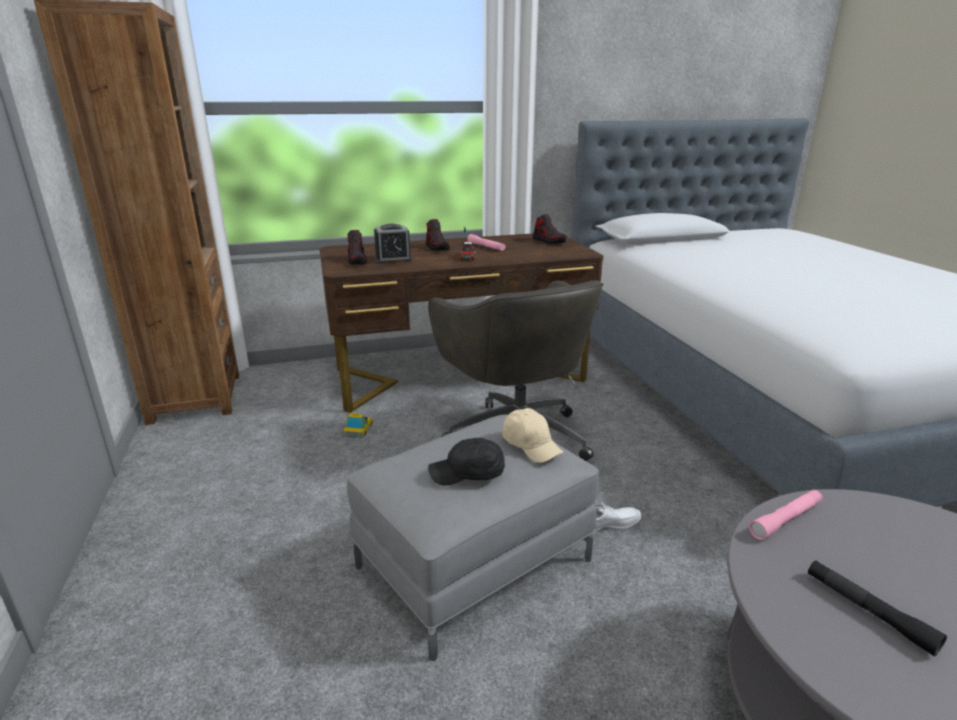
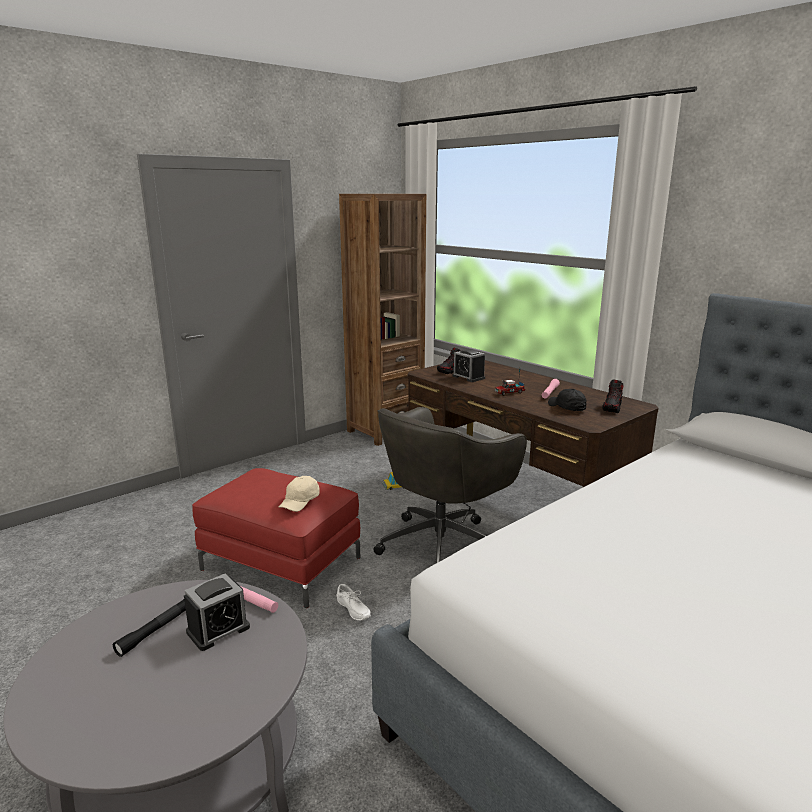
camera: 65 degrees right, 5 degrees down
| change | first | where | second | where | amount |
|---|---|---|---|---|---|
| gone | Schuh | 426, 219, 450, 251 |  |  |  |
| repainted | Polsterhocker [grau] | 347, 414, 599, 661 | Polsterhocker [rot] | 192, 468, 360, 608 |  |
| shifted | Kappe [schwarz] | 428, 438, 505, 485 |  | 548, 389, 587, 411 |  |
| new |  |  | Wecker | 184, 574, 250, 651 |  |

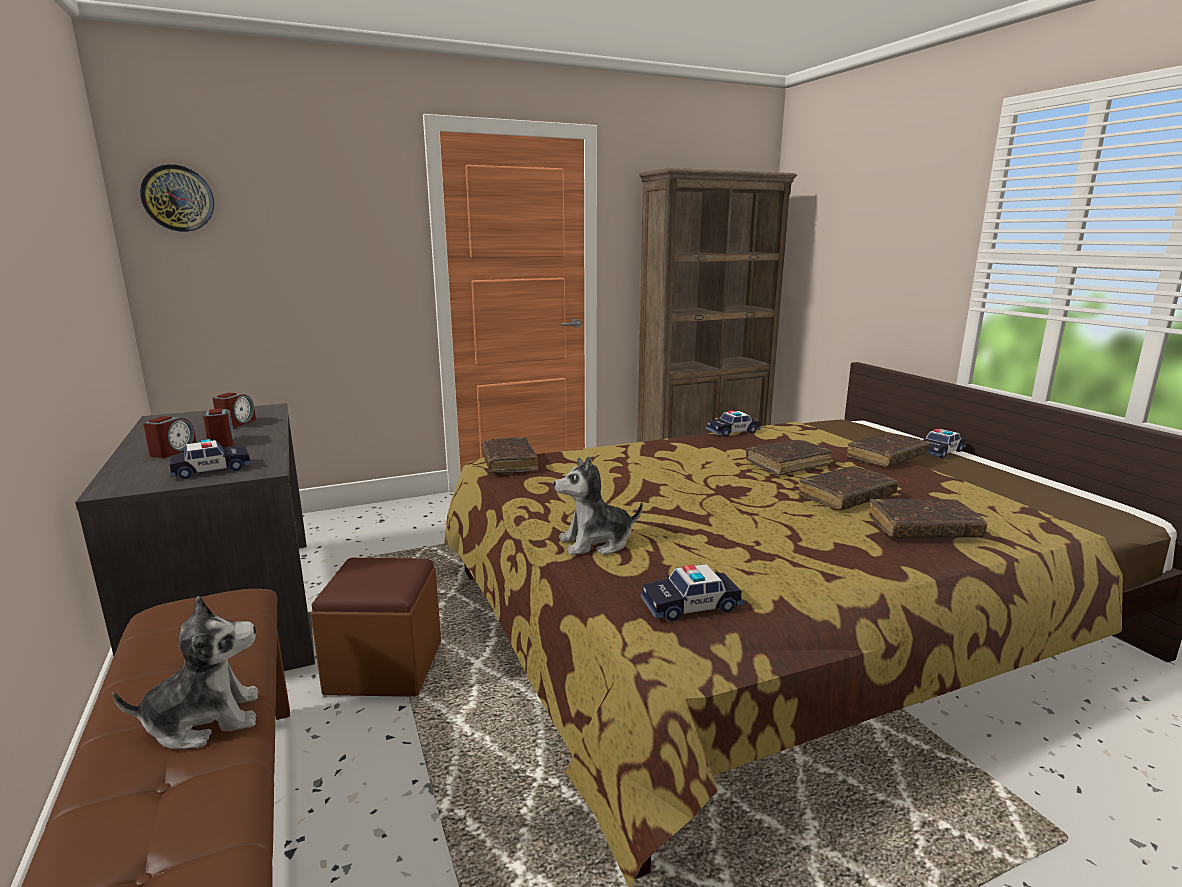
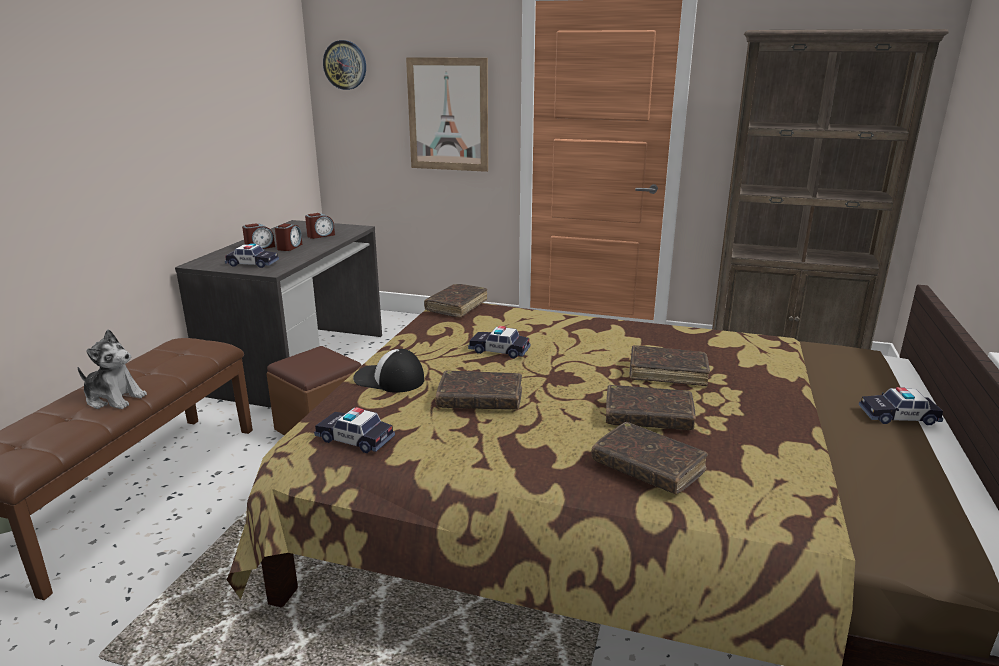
camera: 40 degrees right, 5 degrees up
| change | first | where | second | where | amount |
|---|---|---|---|---|---|
| shifted | Spielzeugauto | 706, 410, 761, 437 |  | 468, 326, 530, 358 |  |
| shifted | Buch [braun] | 847, 432, 929, 467 |  | 436, 371, 522, 410 |  |
| swapped | Plüschtier | 554, 456, 643, 555 | Kappe | 353, 349, 424, 393 |  |
| new |  |  | Bild | 406, 57, 488, 172 |  |

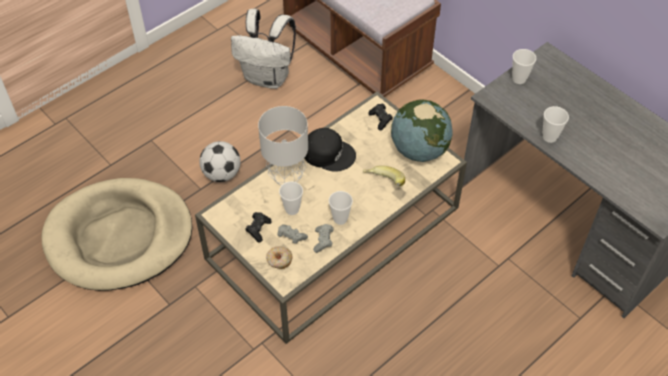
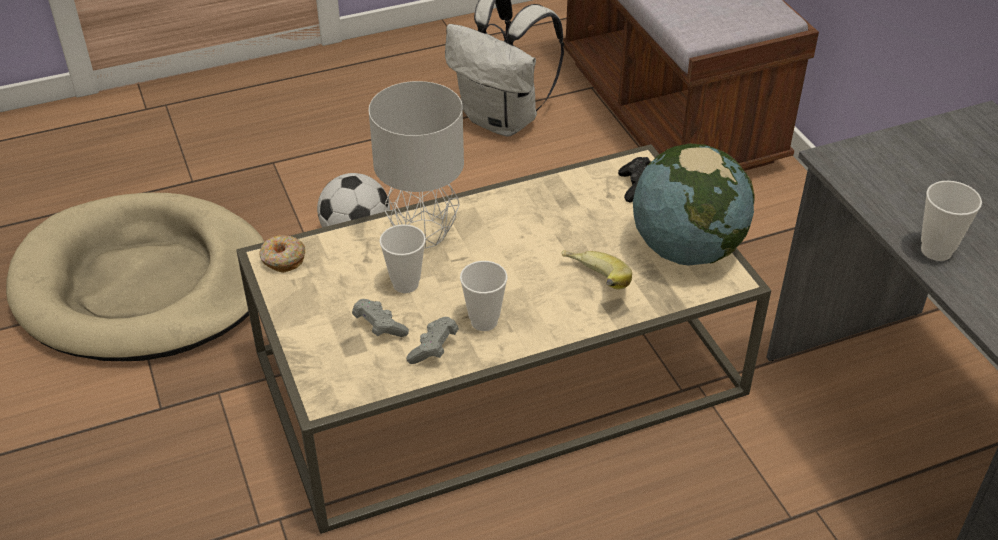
camera: 20 degrees right, 10 degrees down
| change | first | where | second | where | amount |
|---|---|---|---|---|---|
| gone | Tasse | 512, 49, 536, 84 |  |  |  |
| gone | Kappe [schwarz] | 305, 128, 356, 172 |  |  |  |
| gone | Gamepad [schwarz] | 245, 212, 272, 243 |  |  |  |
| shifted | Donut | 266, 247, 293, 269 |  | 259, 235, 305, 273 |  |

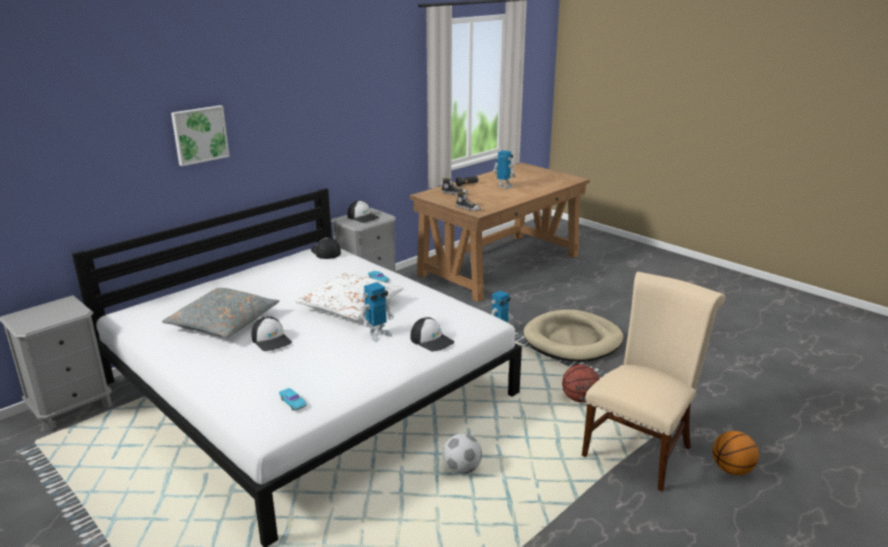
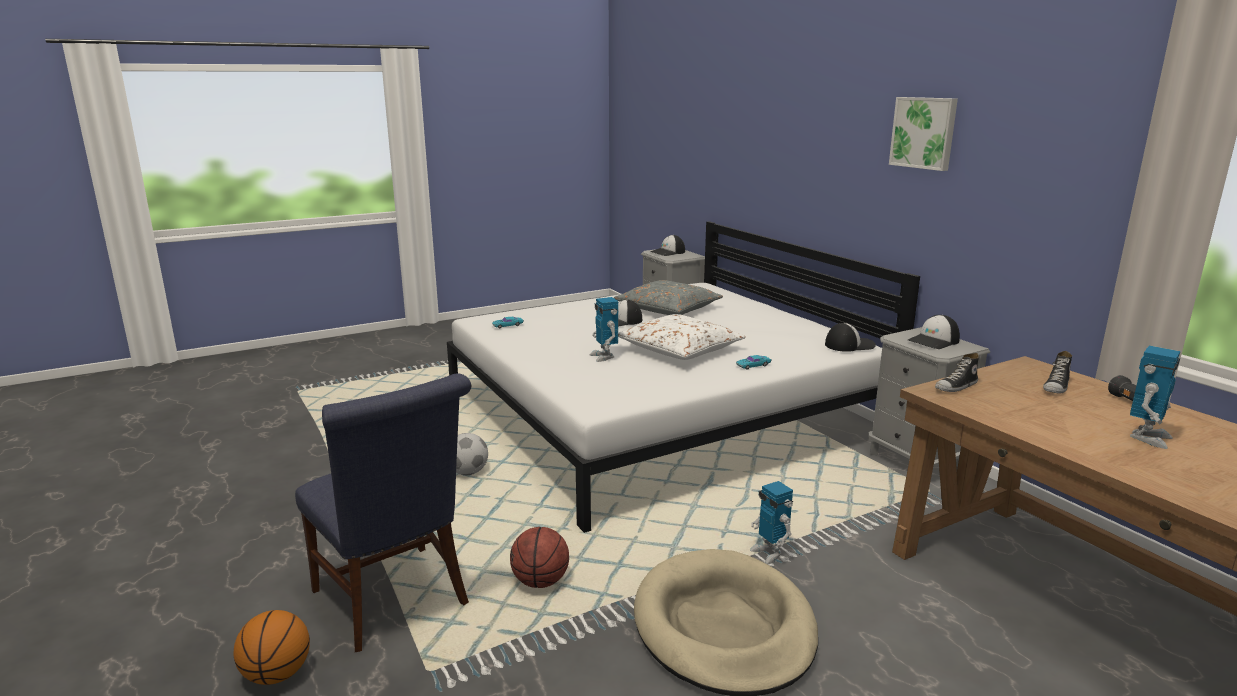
camera: 105 degrees right, 5 degrees down
| change | first | where | second | where | amount |
|---|---|---|---|---|---|
| shifted | Bild | 171, 105, 230, 166 |  | 889, 97, 958, 171 |  |
| repainted | Stuhl [beige] | 582, 272, 726, 491 | Stuhl [blau] | 295, 373, 471, 652 |  |
| shifted | Kappe | 411, 317, 454, 352 |  | 650, 235, 685, 256 |  |

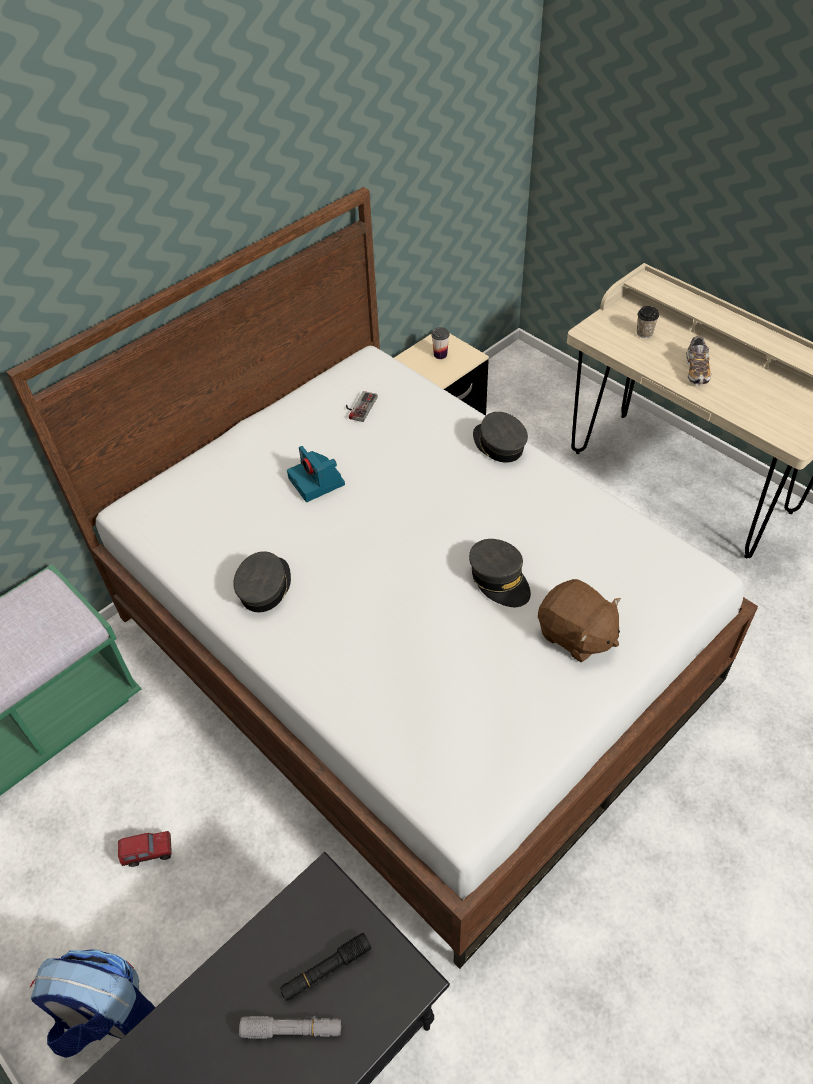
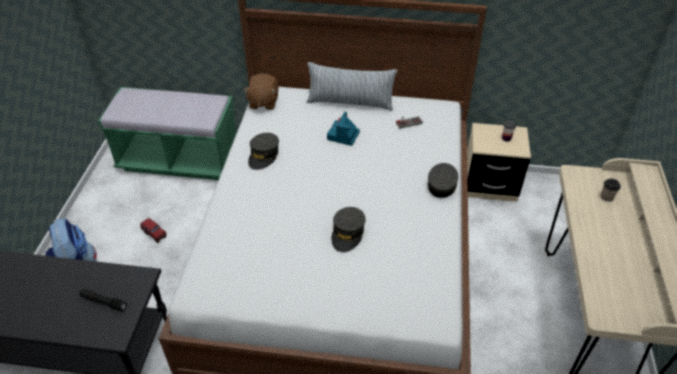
camera: 50 degrees right, 5 degrees down
| change | first | where | second | where | amount |
|---|---|---|---|---|---|
| gone | Schuh | 686, 335, 711, 385 |  |  |  |
| rotated | Kappe [grau] | 233, 551, 291, 612 |  | 248, 133, 279, 170 | 135 degrees clockwise |
| shifted | Plüschtier [braun] | 538, 579, 621, 662 |  | 243, 73, 278, 110 |  |
| gone | Taschenlampe [grau] | 239, 1016, 341, 1039 |  |  |  |
| new |  |  | Kissen | 307, 62, 397, 111 |  |

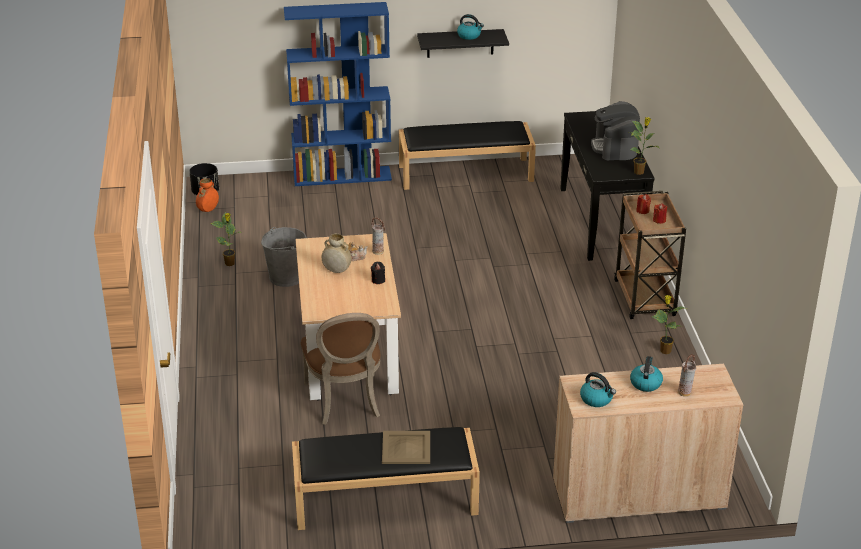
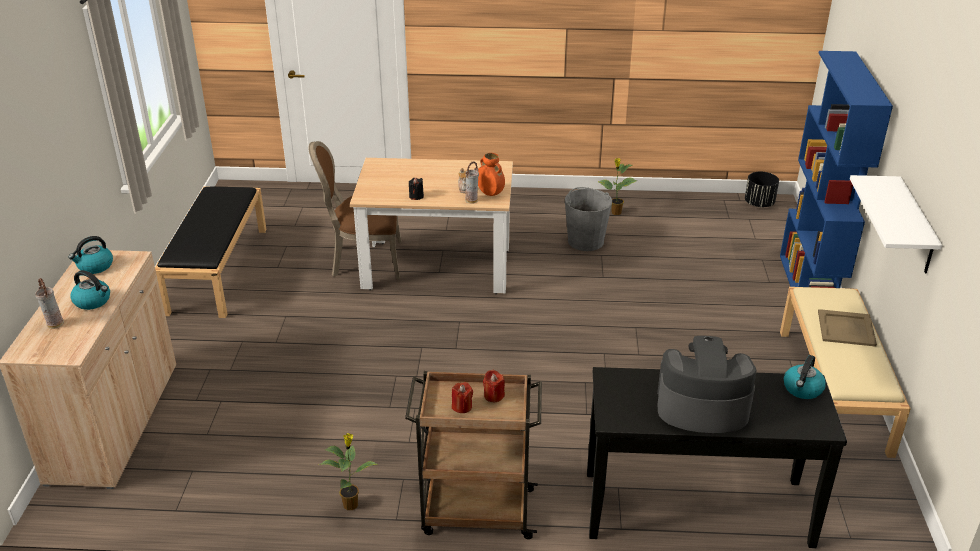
camera: 100 degrees right, 0 degrees up
| change | first | where | second | where | amount |
|---|---|---|---|---|---|
| shifted | Wasserkessel | 457, 14, 484, 40 |  | 784, 355, 826, 399 |  |
| repainted | Wandregal [schwarz] | 417, 29, 509, 58 | Wandregal [weiß] | 850, 175, 942, 273 |  |
| gone | Topfpflanze | 629, 117, 659, 175 |  |  |  |
| repainted | Bank [schwarz] | 399, 121, 536, 190 | Bank [beige] | 780, 287, 911, 458 |  |
| shifted | Vase [orange] | 196, 178, 219, 212 |  | 478, 153, 505, 196 |  |
| gone | Vase [beige] | 322, 234, 351, 273 |  |  |  |
| shifted | Tablett [beige] | 382, 431, 430, 464 |  | 818, 309, 877, 347 |  |

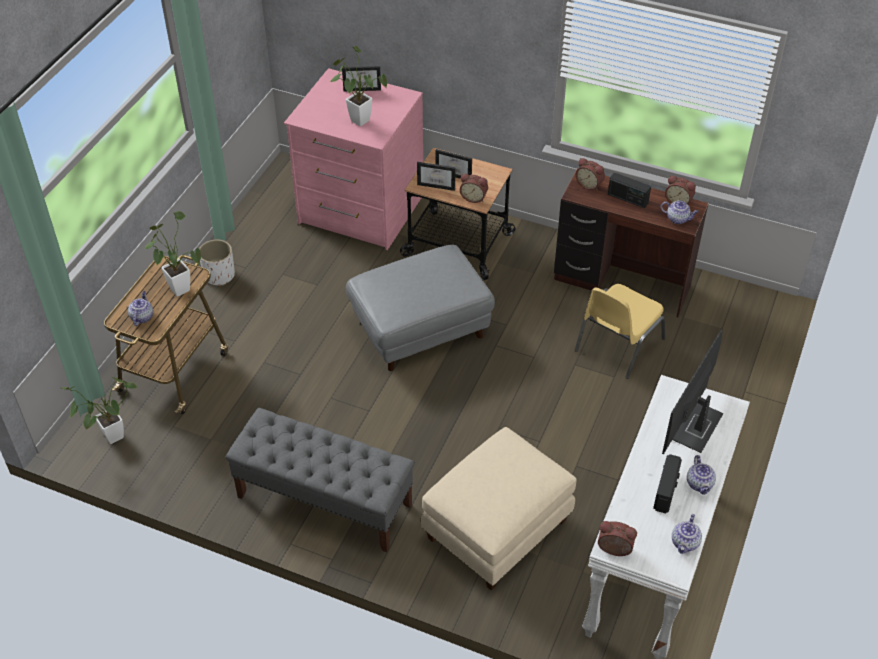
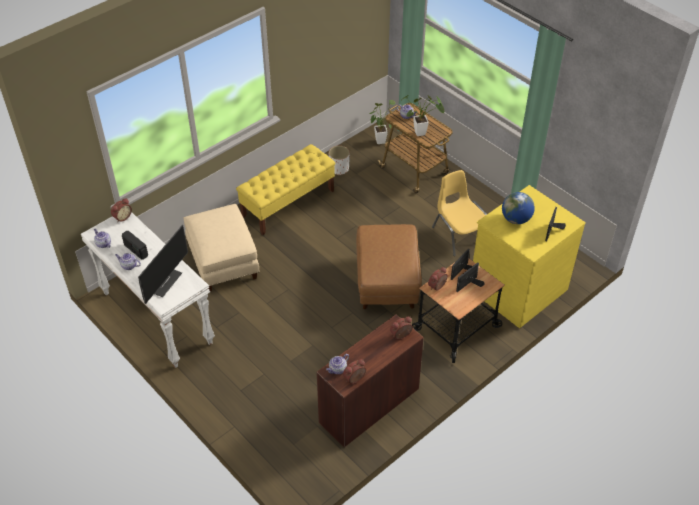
camera: 115 degrees right, 0 degrees up
| change | first | where | second | where | amount |
|---|---|---|---|---|---|
| swapped | Topfpflanze | 330, 46, 387, 126 | Globus | 502, 192, 535, 224 |  |
| repainted | Kommode [rosa] | 284, 68, 423, 250 | Kommode [gelb] | 473, 185, 586, 328 |  |
| gone | Radio | 608, 173, 651, 208 |  |  |  |
| shifted | Pflanzkübel [weiß] | 199, 240, 235, 286 |  | 329, 146, 350, 175 |  |
| repainted | Polsterhocker [grau] | 346, 245, 495, 371 | Polsterhocker [braun] | 356, 224, 422, 309 |  |
| shifted | Stuhl [gelb] | 575, 284, 665, 379 |  | 432, 170, 487, 256 |  |
| rotated | Monitor | 662, 329, 724, 455 |  | 138, 225, 188, 304 | 60 degrees clockwise |
| repainted | Bank [grau] | 226, 408, 415, 552 | Bank [gelb] | 236, 144, 336, 235 |  |

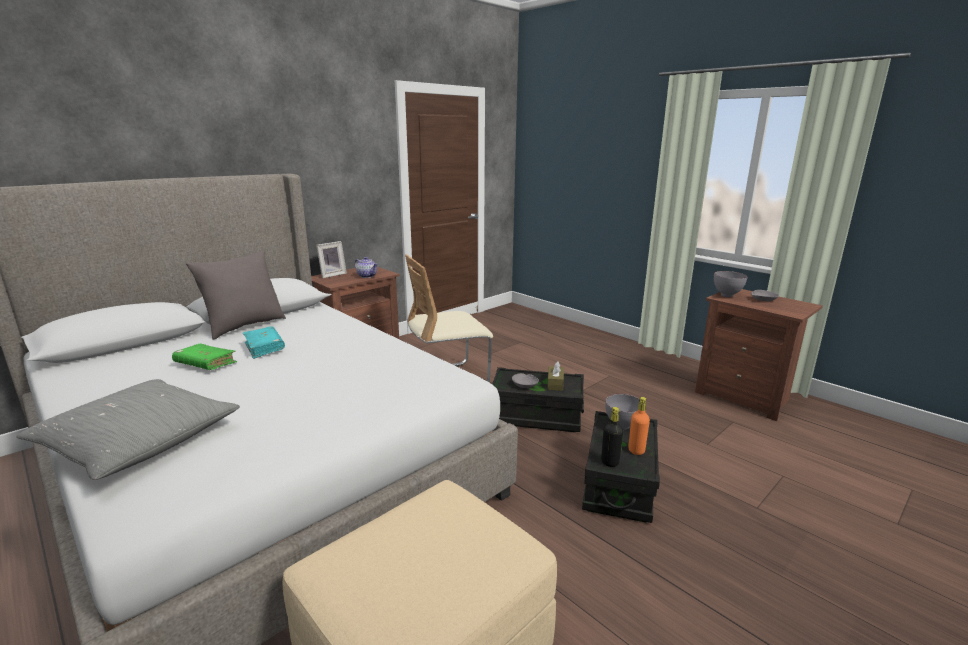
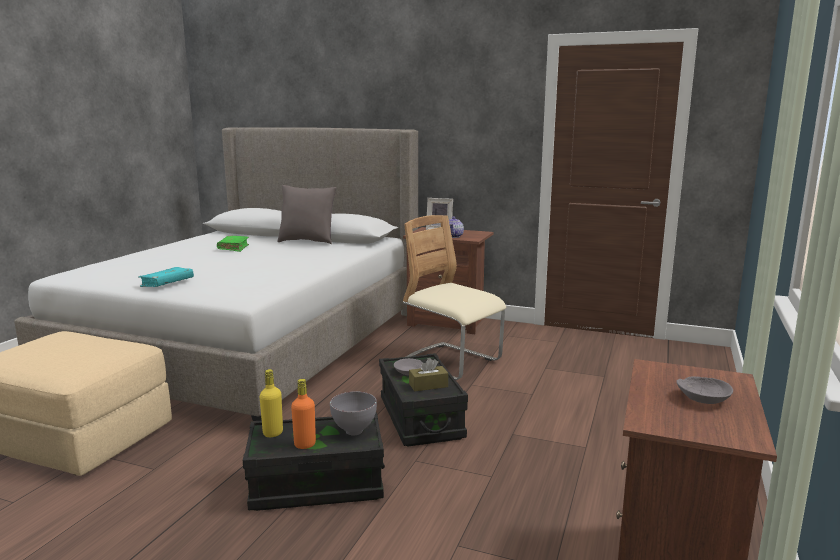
camera: 65 degrees right, 5 degrees down
| change | first | where | second | where | amount |
|---|---|---|---|---|---|
| gone | Schüssel [grau] | 714, 271, 747, 297 |  |  |  |
| shifted | Buch [türkis] | 243, 326, 285, 359 |  | 138, 267, 194, 287 |  |
| gone | Kissen [grau] | 16, 379, 240, 480 |  |  |  |
| repainted | Flasche [schwarz] | 601, 407, 623, 467 | Flasche [gelb] | 260, 369, 283, 437 |  |

